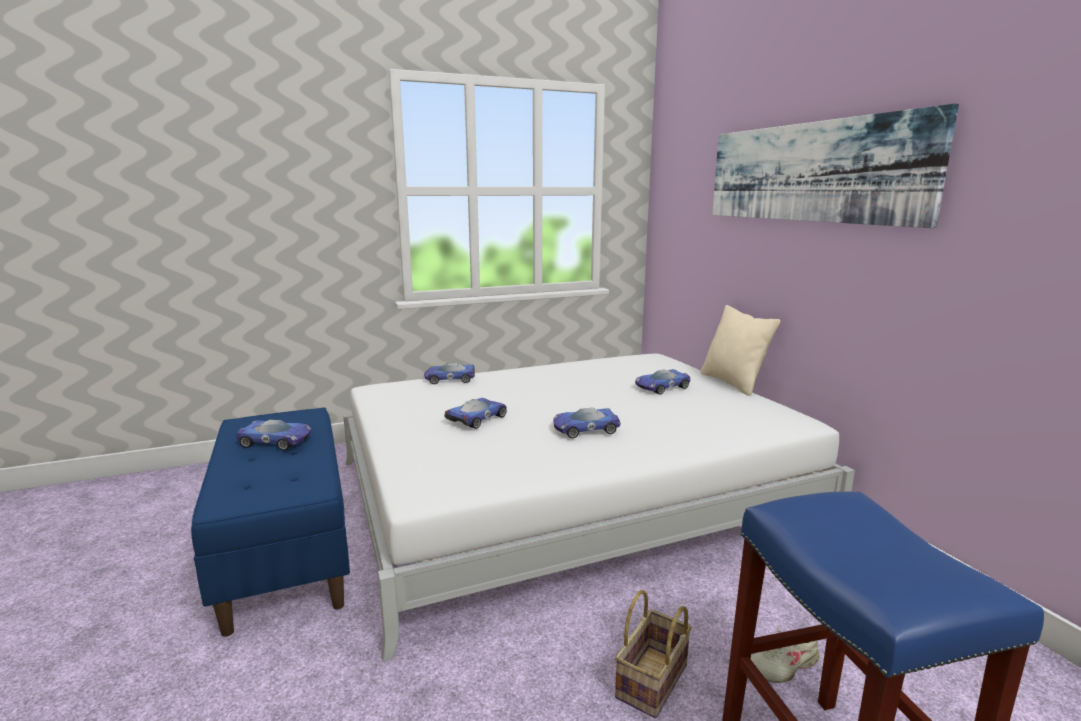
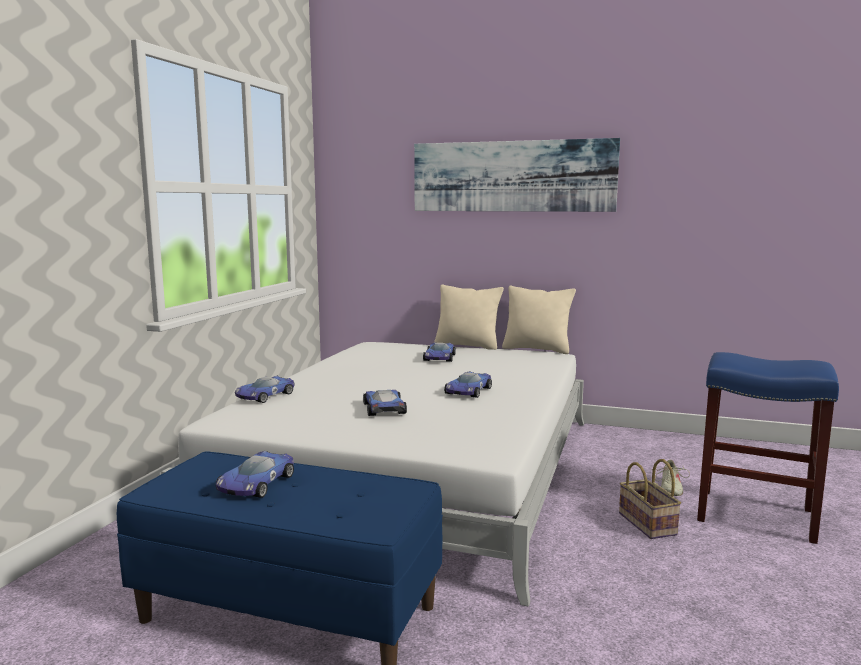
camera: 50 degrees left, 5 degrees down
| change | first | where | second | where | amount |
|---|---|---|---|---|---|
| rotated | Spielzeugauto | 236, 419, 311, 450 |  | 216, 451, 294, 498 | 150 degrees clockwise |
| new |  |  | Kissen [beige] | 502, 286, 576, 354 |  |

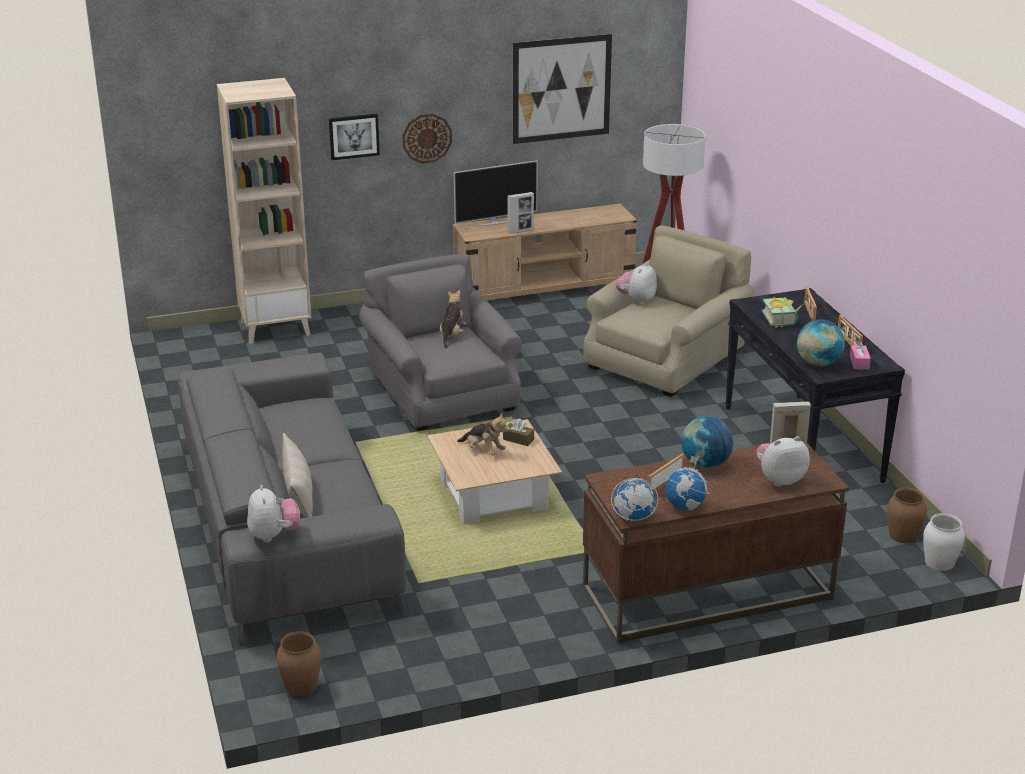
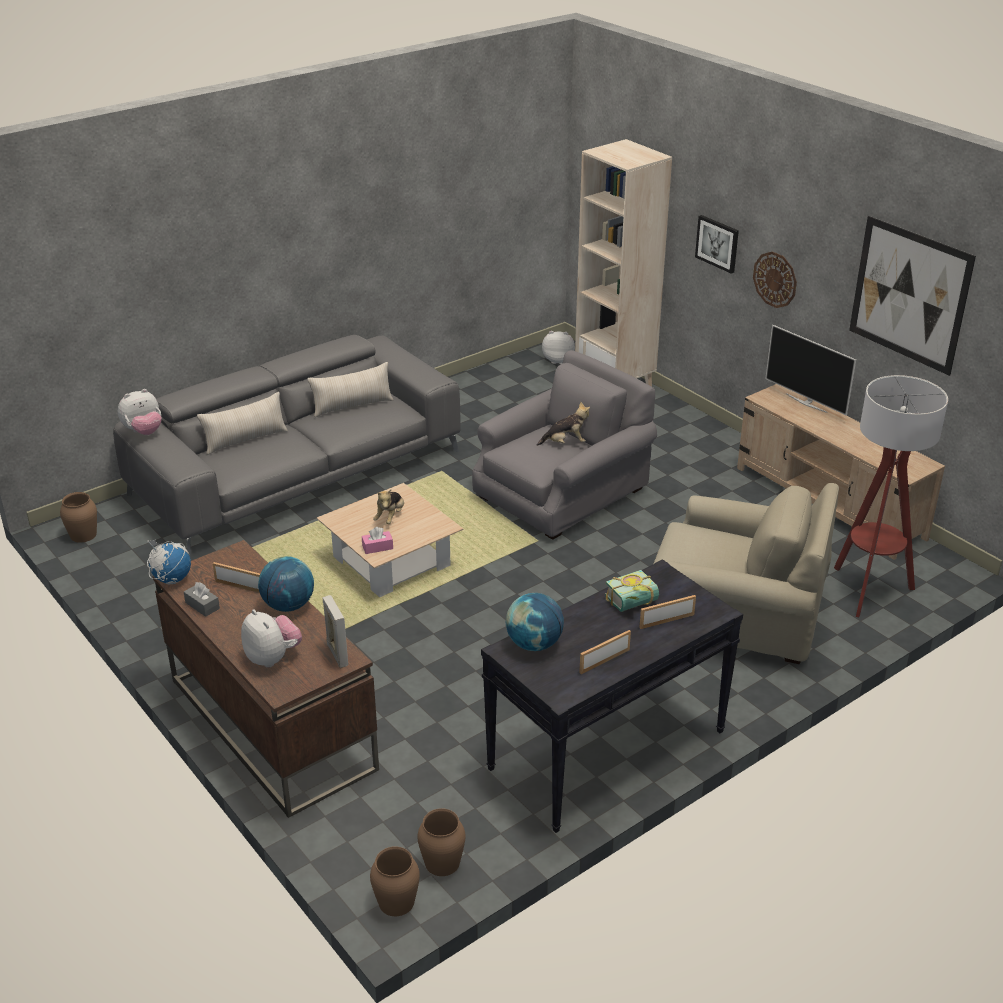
camera: 70 degrees right, 5 degrees up
| change | first | where | second | where | amount |
|---|---|---|---|---|---|
| gone | Bilderrahmen | 507, 192, 534, 234 |  |  |  |
| shifted | Plüschtier | 616, 262, 657, 305 |  | 542, 331, 575, 364 |  |
| shifted | Taschentuchbox [rosa] | 850, 341, 871, 370 |  | 362, 527, 393, 554 |  |
| gone | Taschentuchbox [braun] | 503, 418, 534, 446 |  |  |  |
| swapped | Globus | 665, 455, 709, 510 | Taschentuchbox [grau] | 184, 582, 220, 617 |  |
| repainted | Vase [weiß] | 923, 513, 965, 571 | Vase [braun] | 370, 846, 420, 916 |  |
| new |  |  | Kissen [beige] | 308, 362, 393, 417 |  |

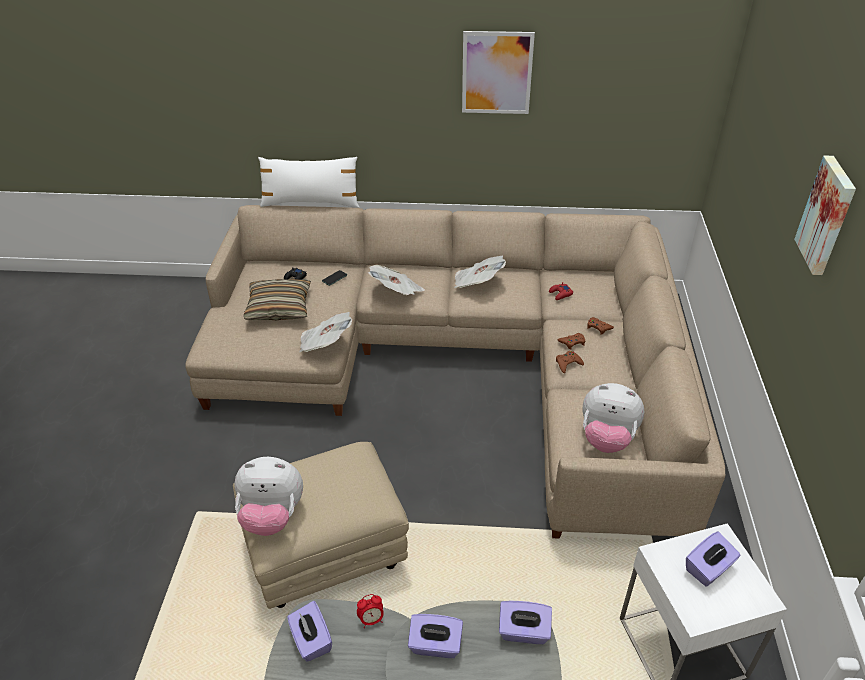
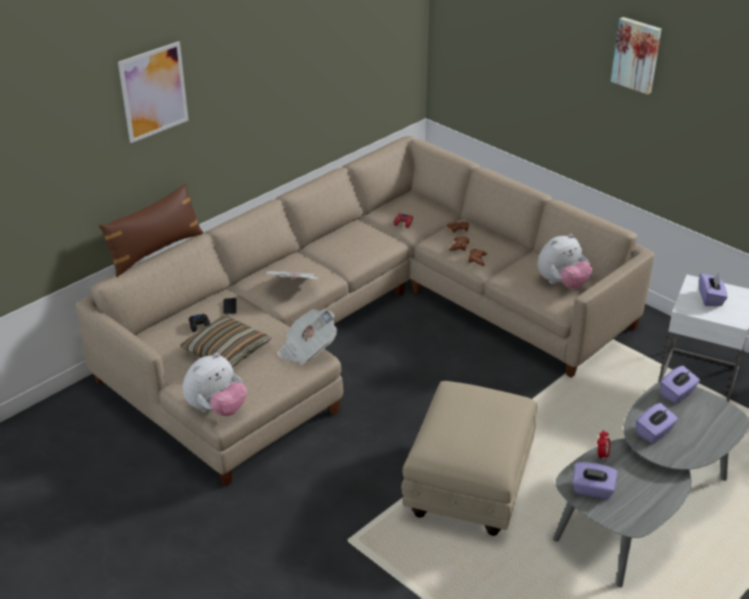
camera: 50 degrees left, 5 degrees down
| change | first | where | second | where | amount |
|---|---|---|---|---|---|
| shifted | Bild | 462, 31, 535, 114 |  | 118, 41, 189, 143 |  |
| repainted | Kissen [weiß] | 258, 157, 359, 208 | Kissen [braun] | 99, 184, 204, 277 |  |
| gone | Zeitung | 454, 256, 506, 288 |  |  |  |
| shifted | Plüschtier | 234, 457, 303, 536 |  | 183, 353, 247, 416 |  |

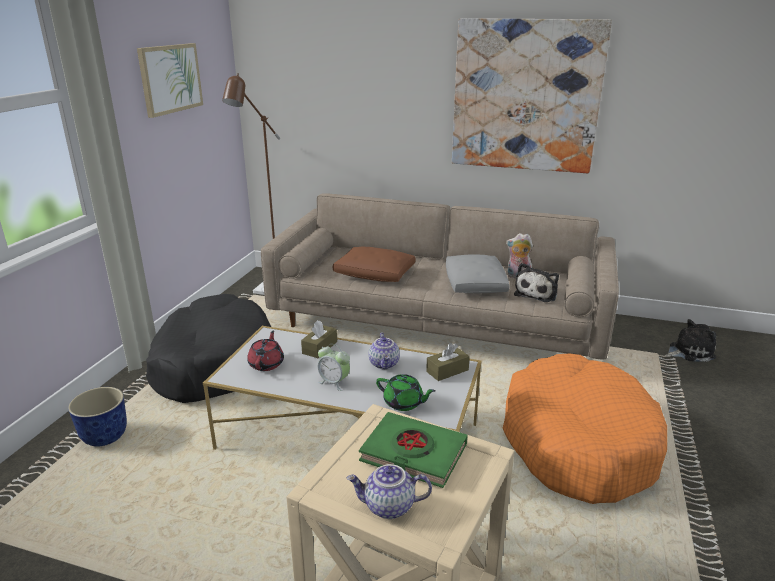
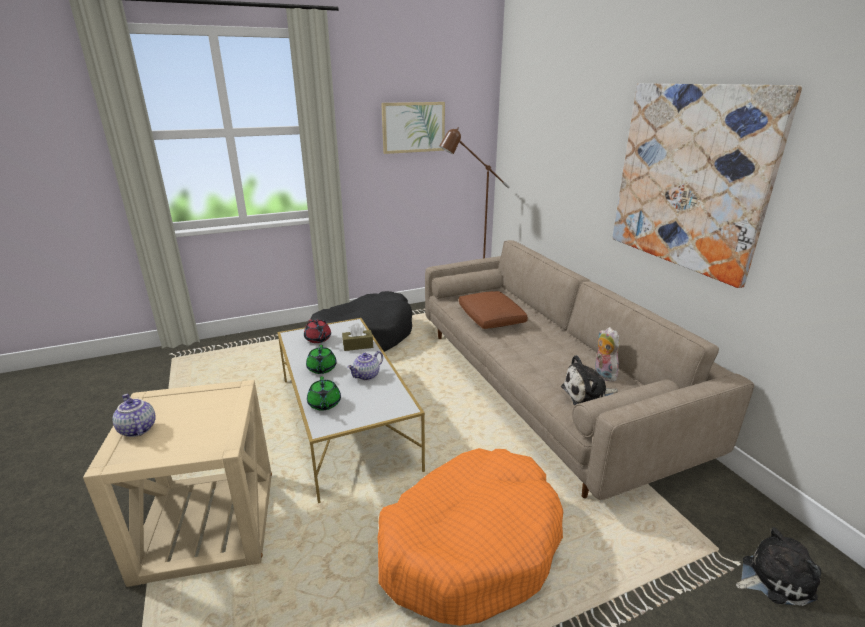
camera: 50 degrees right, 0 degrees up
| change | first | where | second | where | amount |
|---|---|---|---|---|---|
| gone | Kissen [grau] | 446, 254, 509, 293 |  |  |  |
| rotated | Plüschtier | 665, 319, 716, 362 |  | 736, 527, 821, 606 | 45 degrees counterclockwise |
| rotated | Teekanne [rot] | 247, 331, 284, 371 |  | 304, 319, 331, 343 | 90 degrees clockwise |
| gone | Taschentuchbox [braun] | 426, 343, 470, 381 |  |  |  |
| swapped | Wecker | 318, 344, 350, 391 | Teekanne [grün] | 306, 345, 337, 374 |  |
| gone | Pflanzkübel | 68, 387, 127, 447 |  |  |  |
| gone | Buch [grün] | 359, 412, 467, 488 |  |  |  |

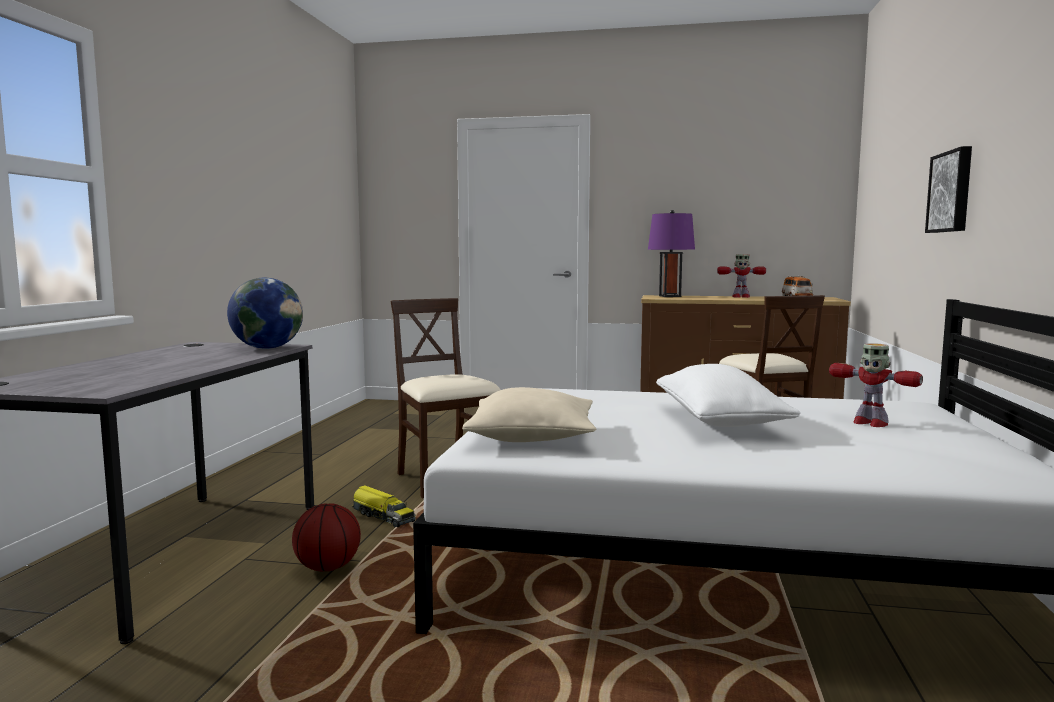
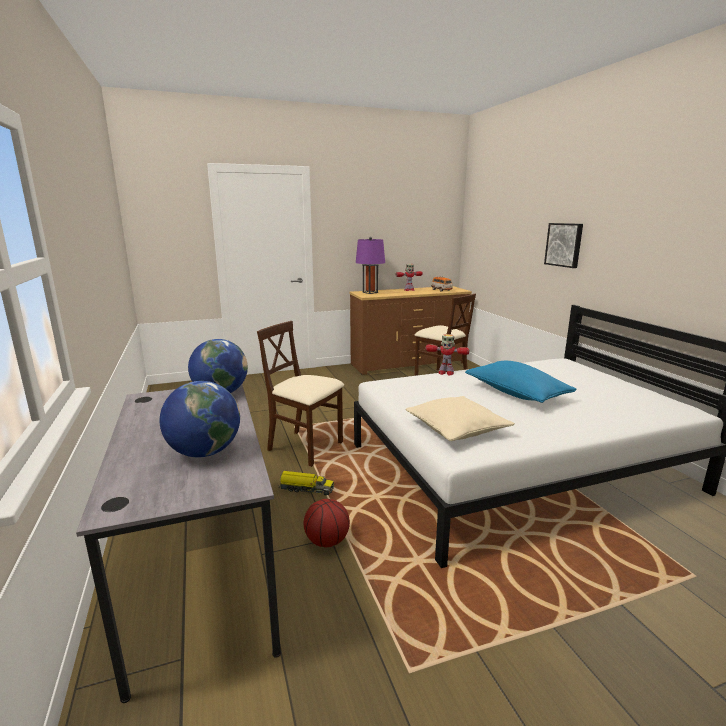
camera: 30 degrees left, 10 degrees up
| change | first | where | second | where | amount |
|---|---|---|---|---|---|
| shifted | Spielzeugroboter | 829, 343, 923, 427 |  | 426, 334, 469, 375 |  |
| repainted | Kissen [weiß] | 656, 364, 801, 427 | Kissen [blau] | 465, 361, 577, 403 |  |
| new |  |  | Globus | 160, 381, 240, 457 |  |

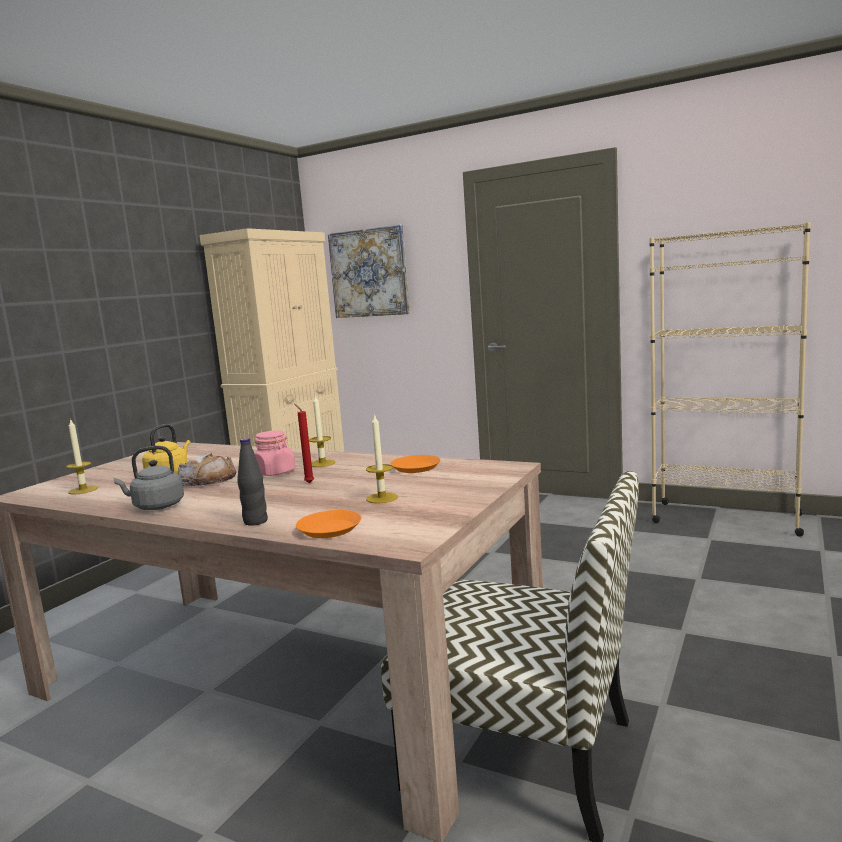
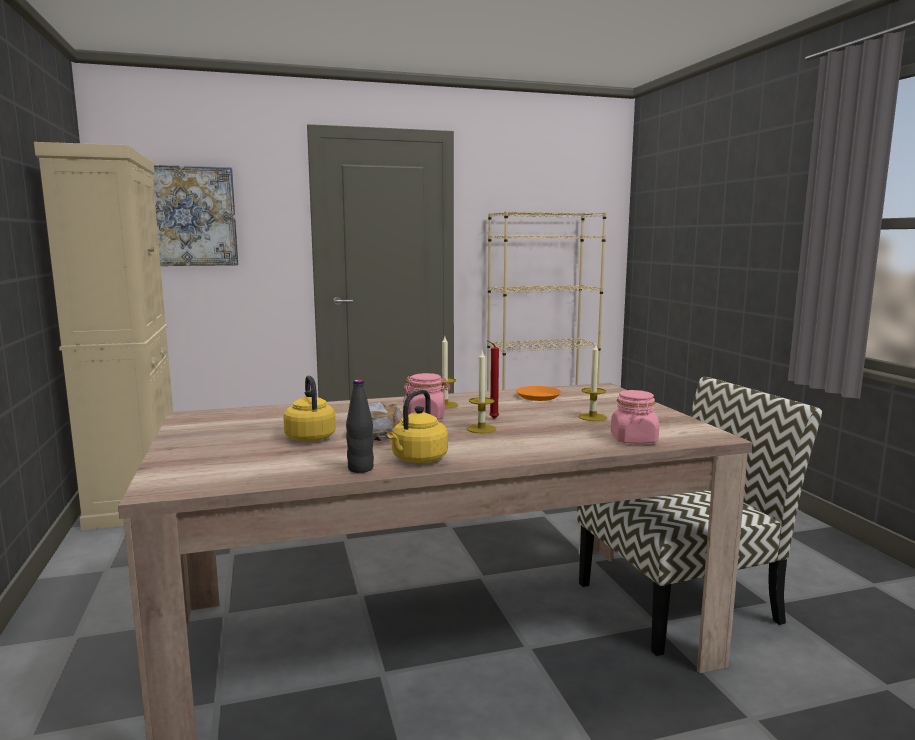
camera: 45 degrees left, 0 degrees up
| change | first | where | second | where | amount |
|---|---|---|---|---|---|
| shifted | Kerze | 66, 418, 98, 495 |  | 467, 351, 496, 433 |  |
| shifted | Flasche [schwarz] | 237, 438, 268, 526 |  | 346, 380, 374, 473 |  |
| repainted | Wasserkessel [grau] | 113, 446, 184, 510 | Wasserkessel [gelb] | 387, 389, 448, 463 |  |
| swapped | Teller [orange] | 296, 510, 361, 538 | Vorratsglas [rosa] | 611, 390, 659, 444 |  |

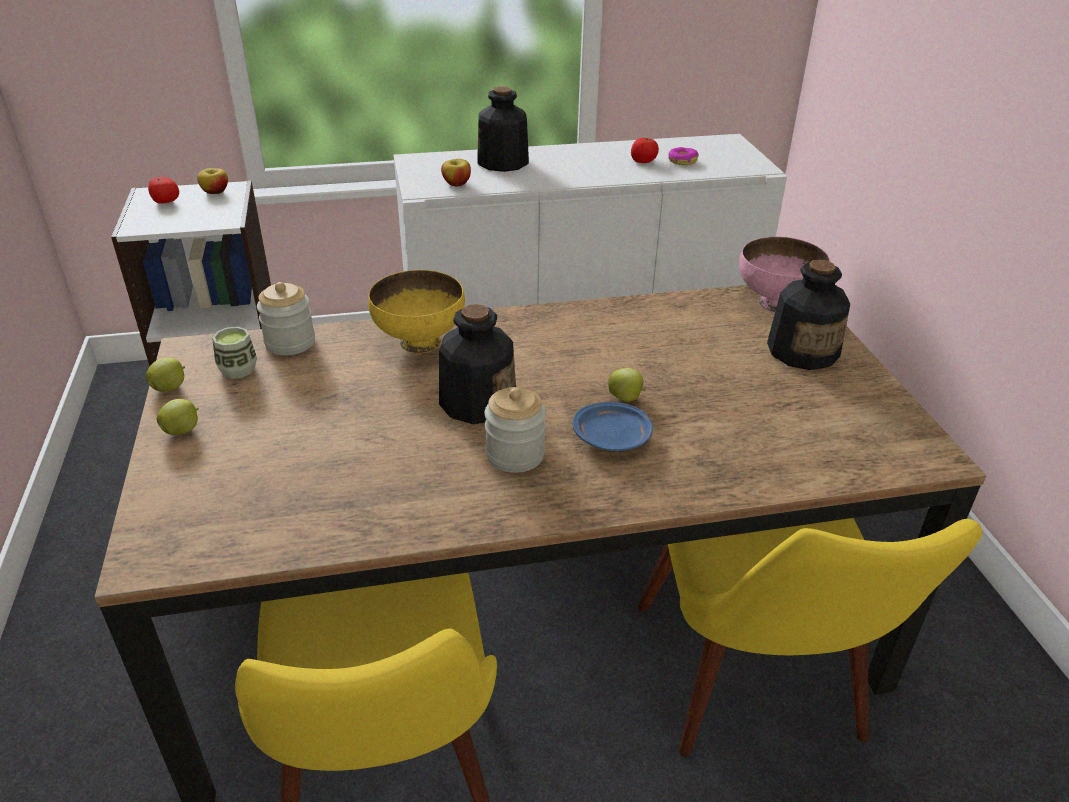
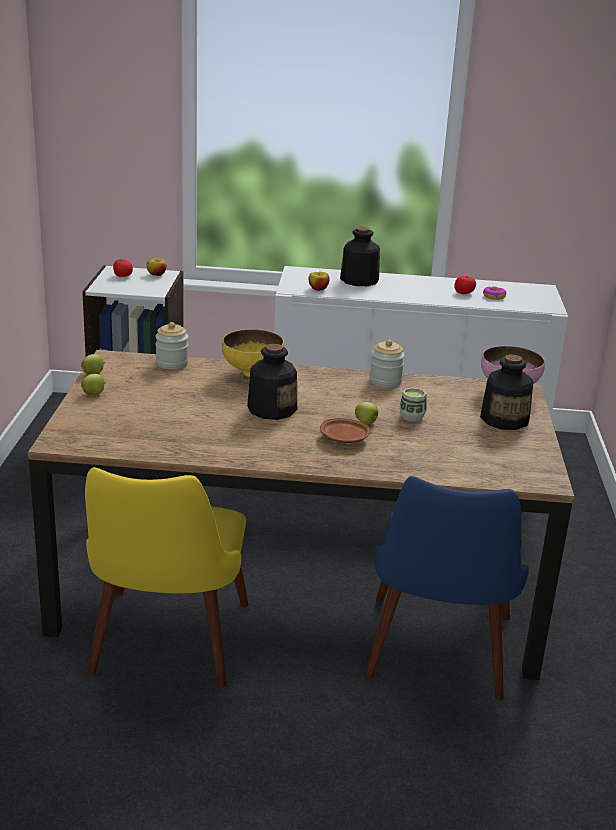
camera: 15 degrees right, 10 degrees down
| change | first | where | second | where | amount |
|---|---|---|---|---|---|
| shifted | Tasse | 212, 327, 257, 379 |  | 399, 388, 427, 422 |  |
| shifted | Vorratsglas | 485, 387, 546, 473 |  | 369, 340, 405, 388 |  |
| repainted | Teller [blau] | 572, 402, 653, 451 | Teller [braun] | 320, 418, 370, 443 |  |
| repainted | Stuhl [gelb] | 638, 518, 982, 757 | Stuhl [blau] | 364, 476, 529, 700 |  |

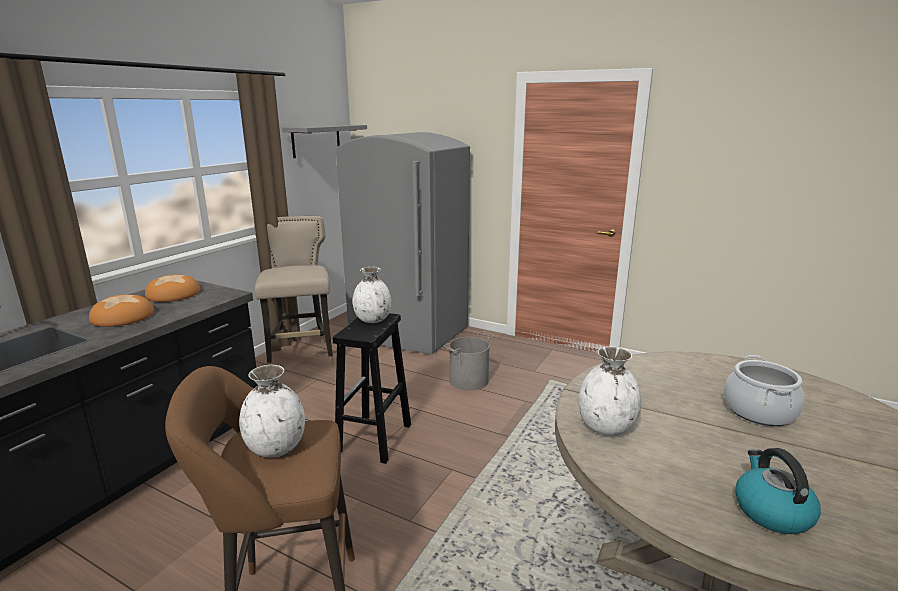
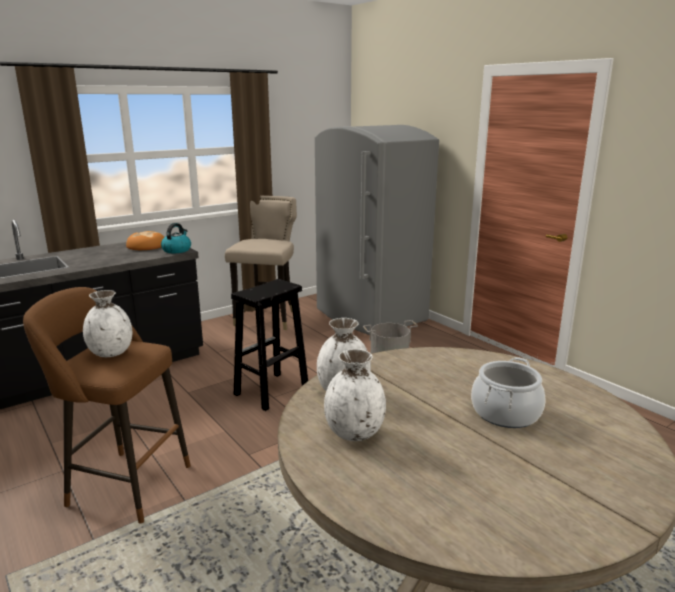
camera: 25 degrees right, 0 degrees up
| change | first | where | second | where | amount |
|---|---|---|---|---|---|
| gone | Wandregal [grau] | 282, 125, 367, 158 |  |  |  |
| shifted | Vase [weiß] | 353, 267, 391, 323 |  | 324, 349, 386, 441 |  |
| gone | Brot | 89, 295, 154, 327 |  |  |  |
| shifted | Wasserkessel | 735, 448, 821, 534 |  | 161, 223, 191, 253 |  |

